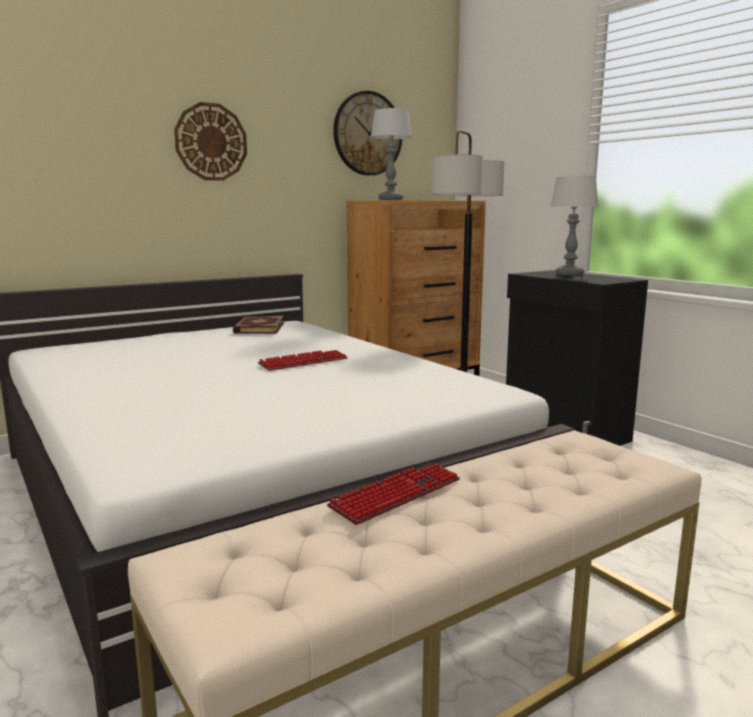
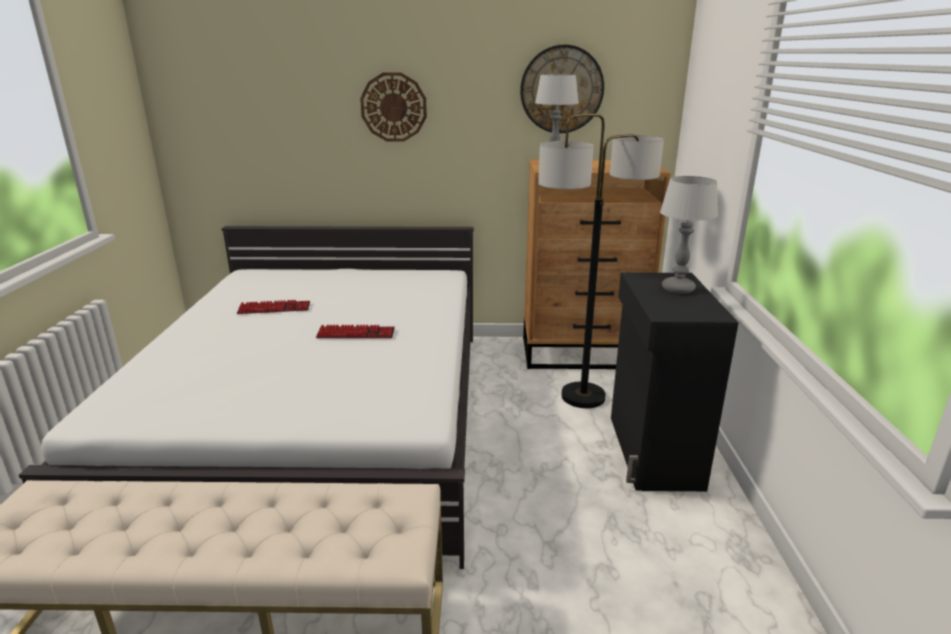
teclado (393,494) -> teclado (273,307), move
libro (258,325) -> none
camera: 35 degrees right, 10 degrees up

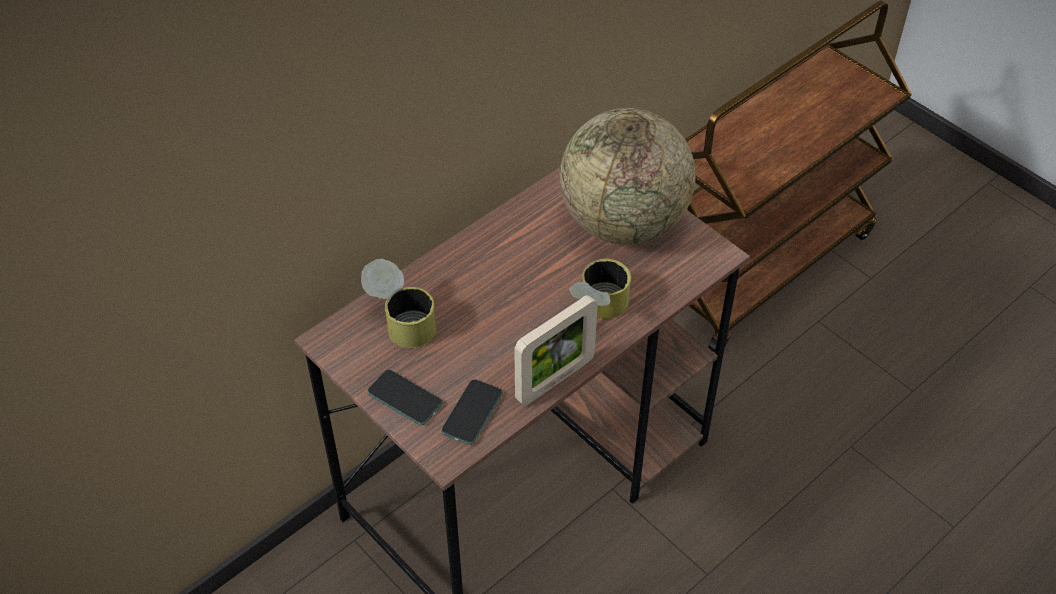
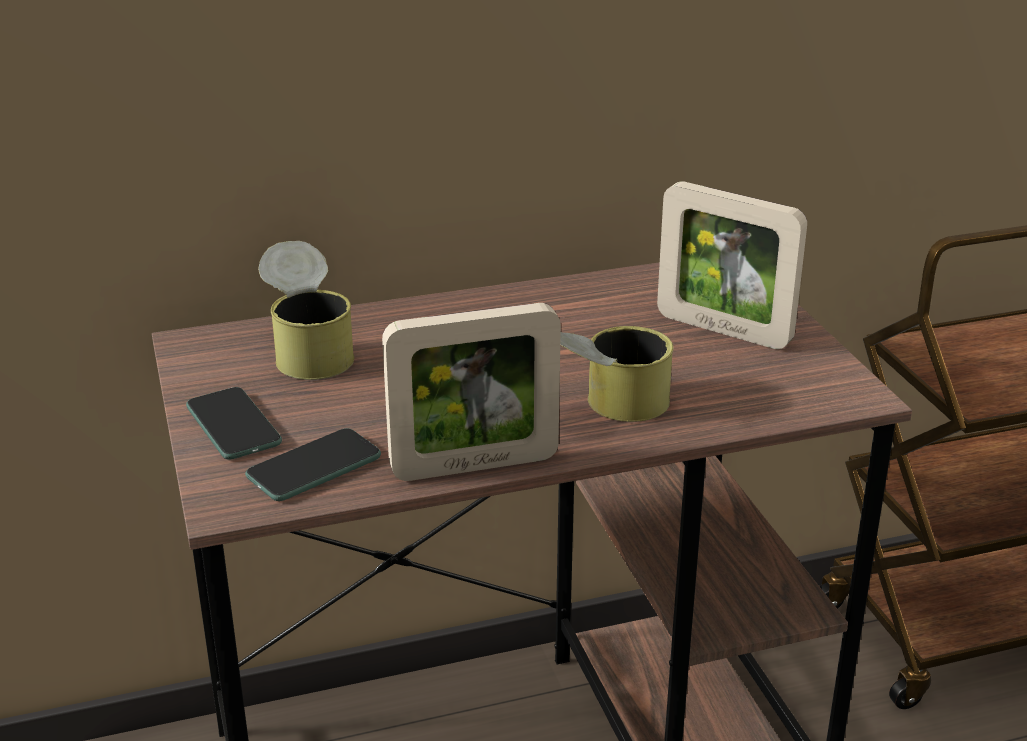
globo terráqueo (628,176) -> portarretratos (732,265)
camera: 25 degrees right, 20 degrees down

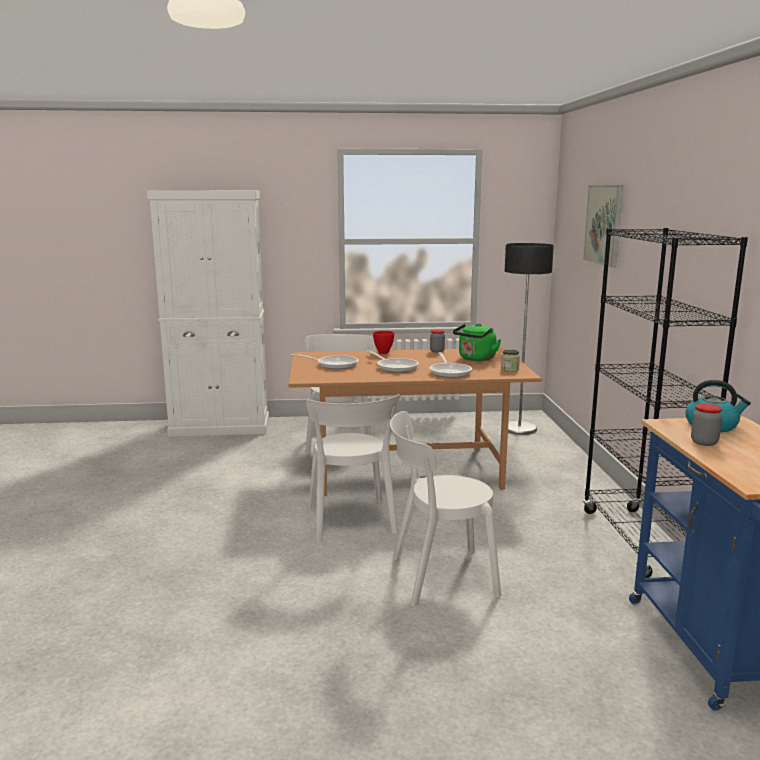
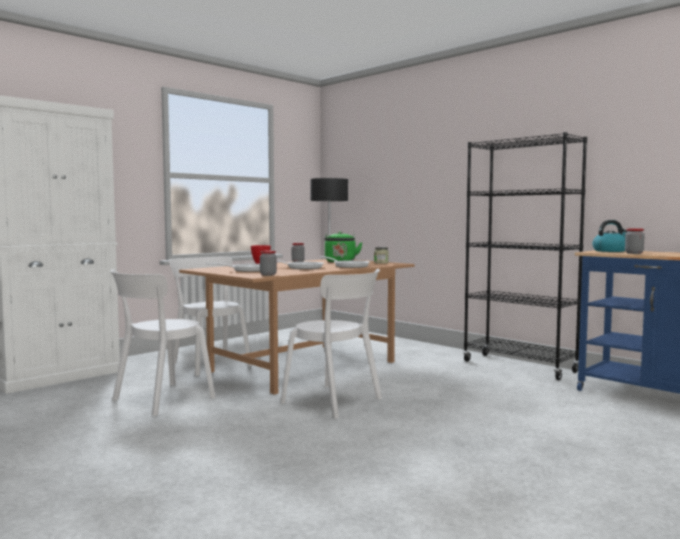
silla (blanco) (445,508) -> silla (blanco) (163,342), move
none -> tarro (268,263)
cuadro (603,226) -> none
camera: 40 degrees left, 10 degrees down

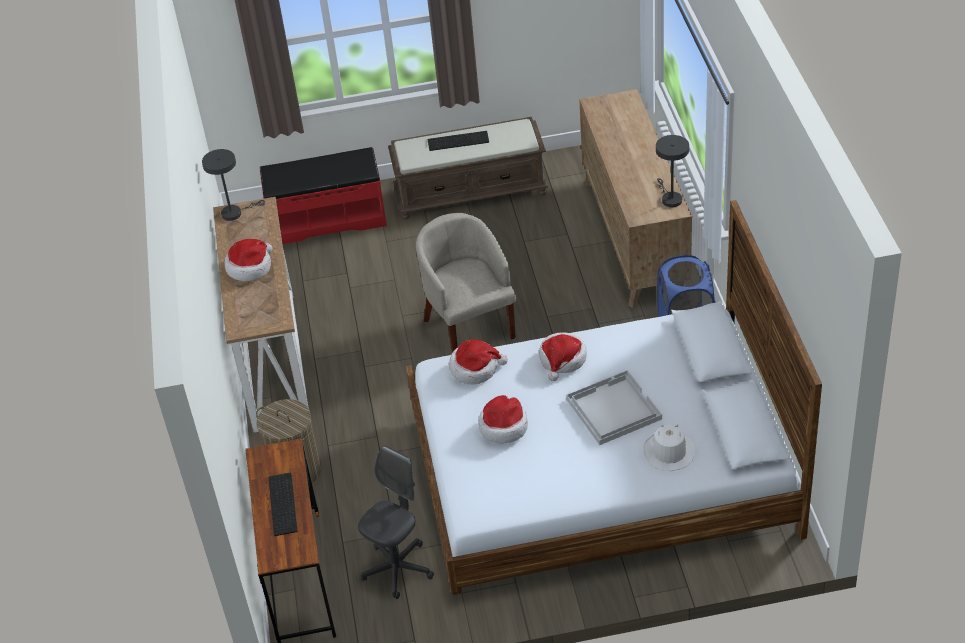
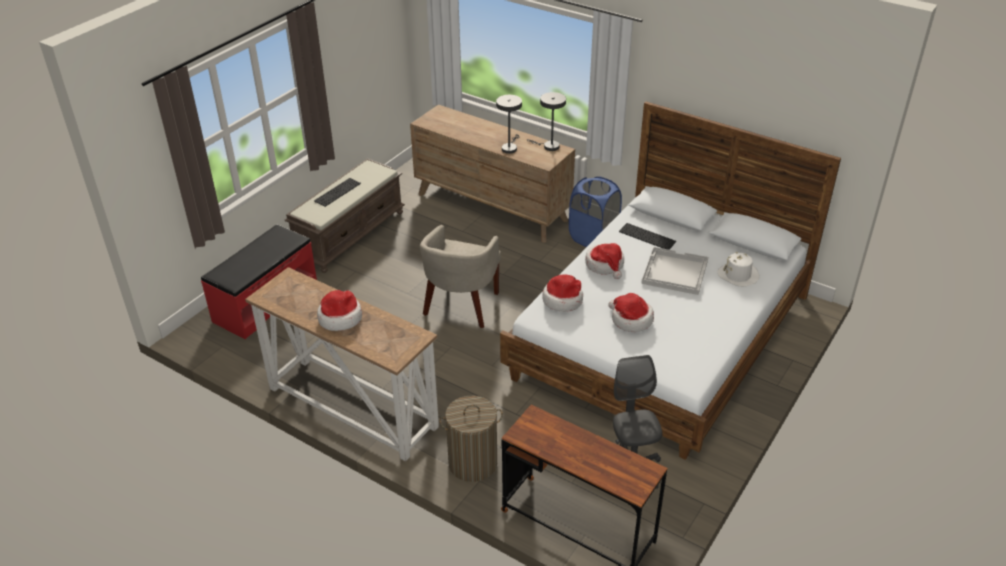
sillón (beis) (466,282) -> sillón (beis) (460,276), 90 degrees counterclockwise
lámpara de mesa (gris) (233,185) -> lámpara de mesa (gris) (509,124), move
teclado (283,504) -> teclado (647,236), move
camera: 50 degrees left, 5 degrees down

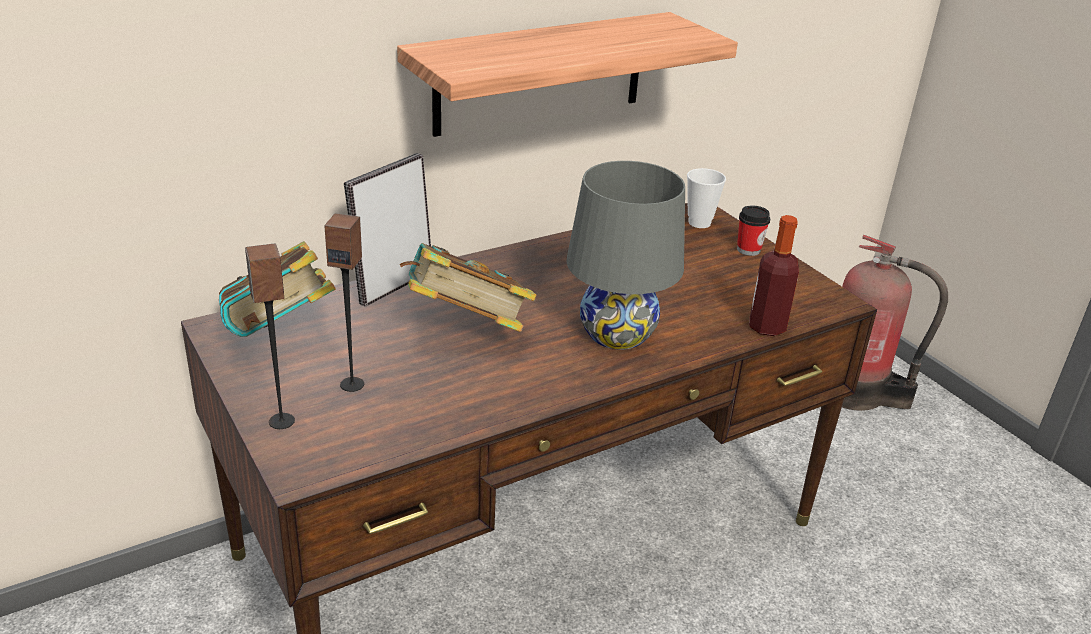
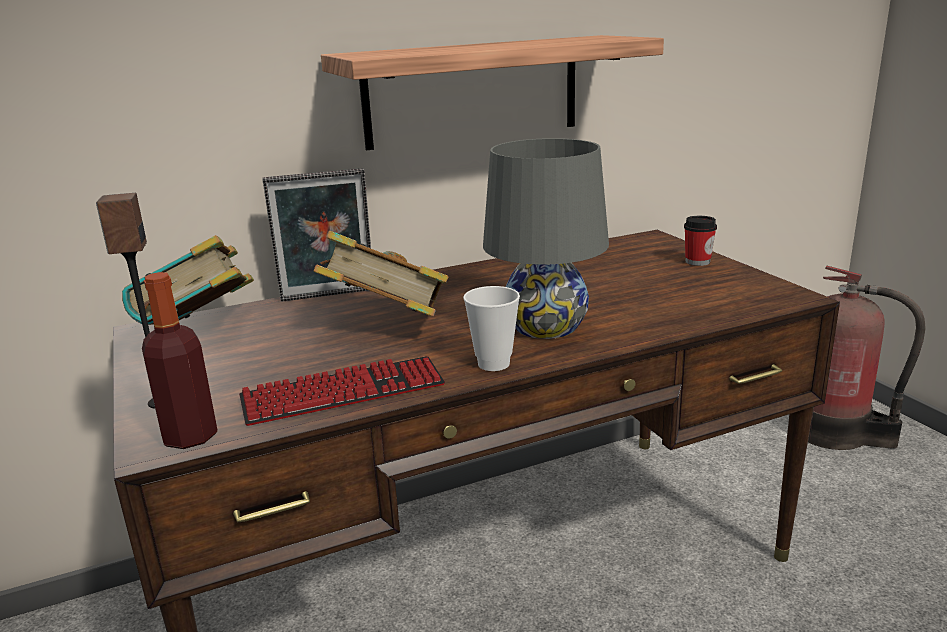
botella (774,275) -> botella (180,360), move
none -> teclado (342,391)
portarretratos (387,230) -> portarretratos (316,235), 150 degrees counterclockwise
taza (706,198) -> taza (491,328), move
altavoz (344,302) -> none
camera: 10 degrees right, 10 degrees down

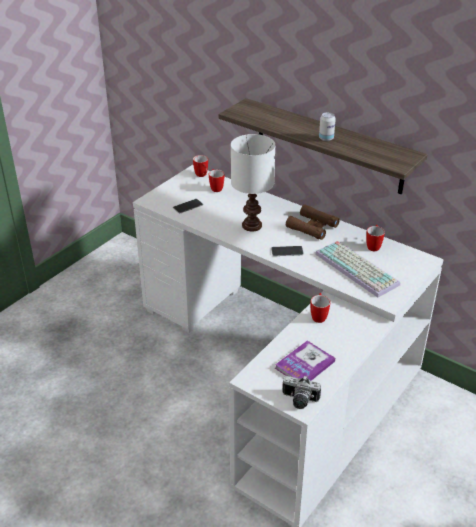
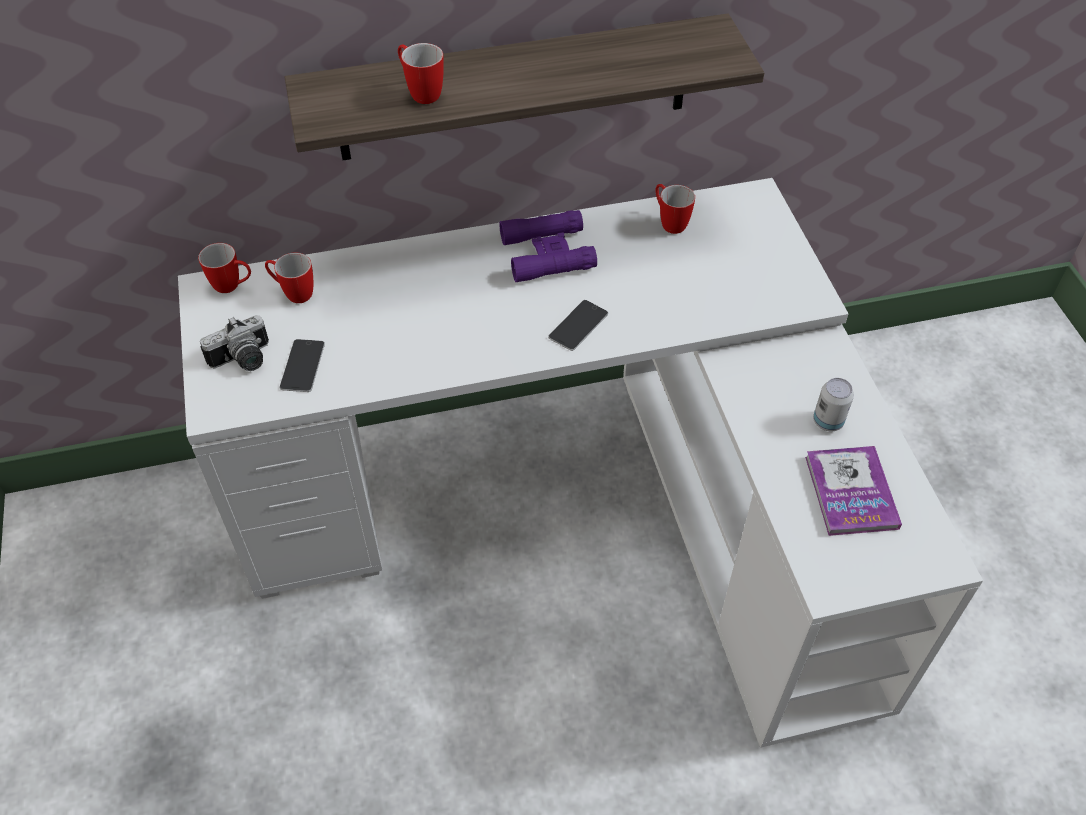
cámara (302,392) -> cámara (234,343), move
taza grande (320,308) -> taza grande (421,73), move
prismáticos (marrón) (313,222) -> prismáticos (morado) (548,246)
lata (327,126) -> lata (833,404), move
lámpara de mesa (blanco) (253,183) -> none
teclado (357,269) -> none
camera: 50 degrees left, 15 degrees up

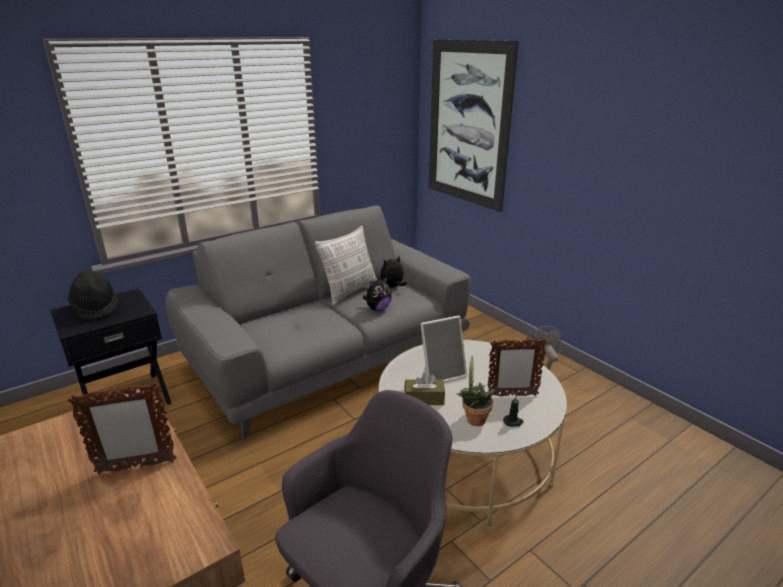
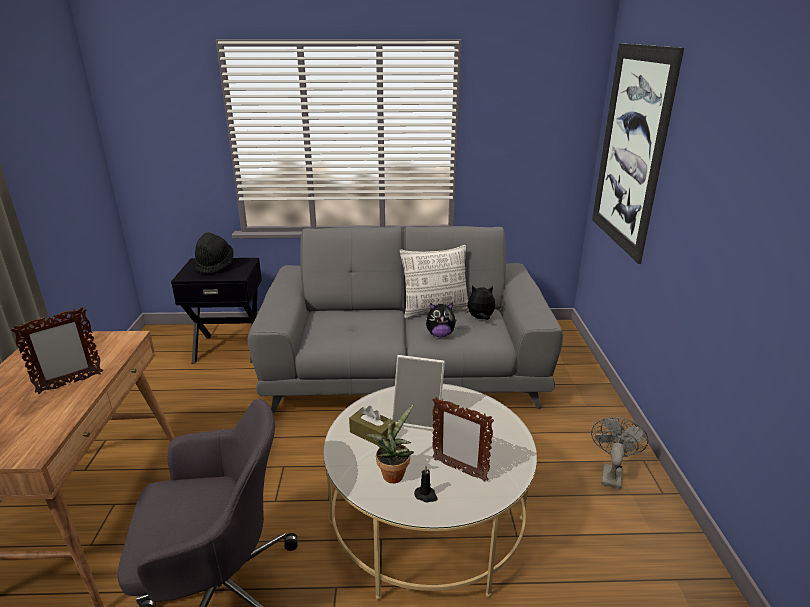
portarretratos (122,428) -> portarretratos (57,350), 60 degrees counterclockwise
camera: 35 degrees right, 0 degrees up

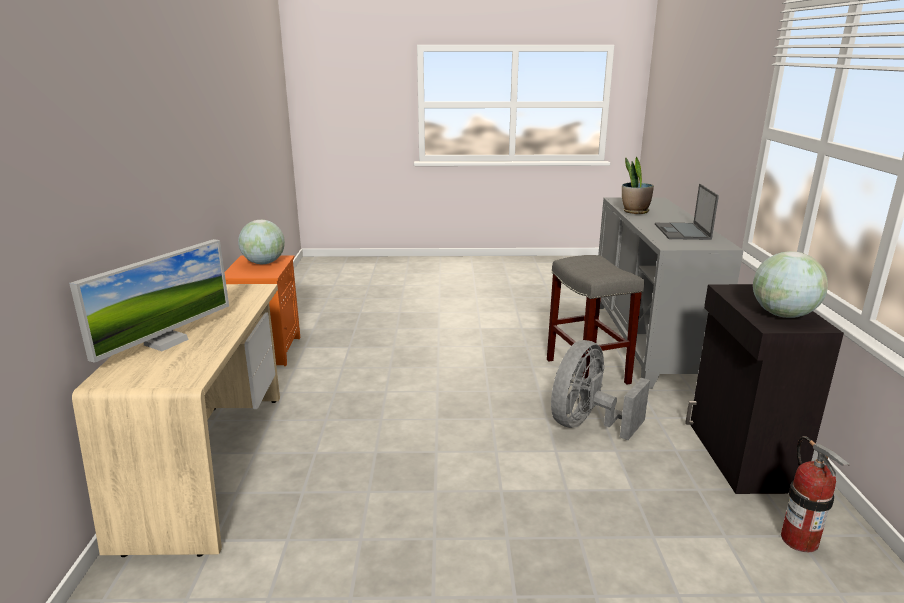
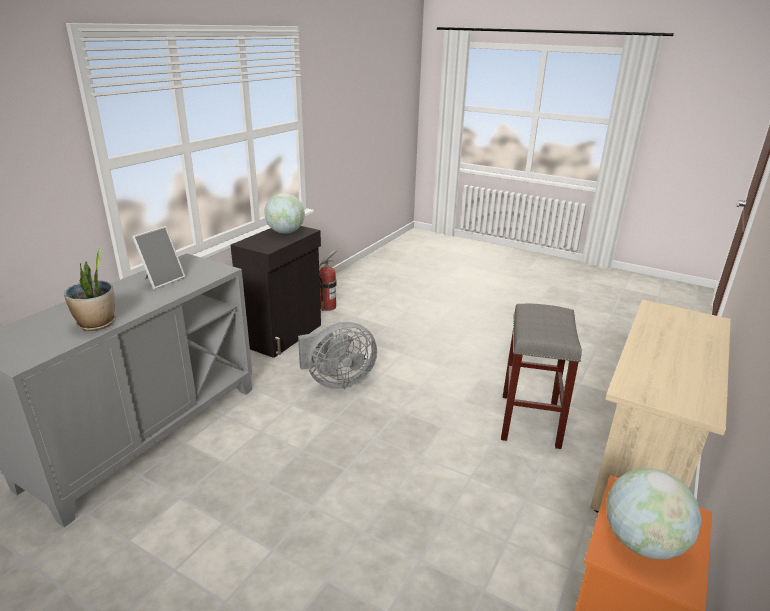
portátil (687,212) -> portarretratos (158,257)
taburete (gris) (595,320) -> taburete (gris) (541,376), move
monitor (149,301) -> none
camera: 150 degrees left, 5 degrees up

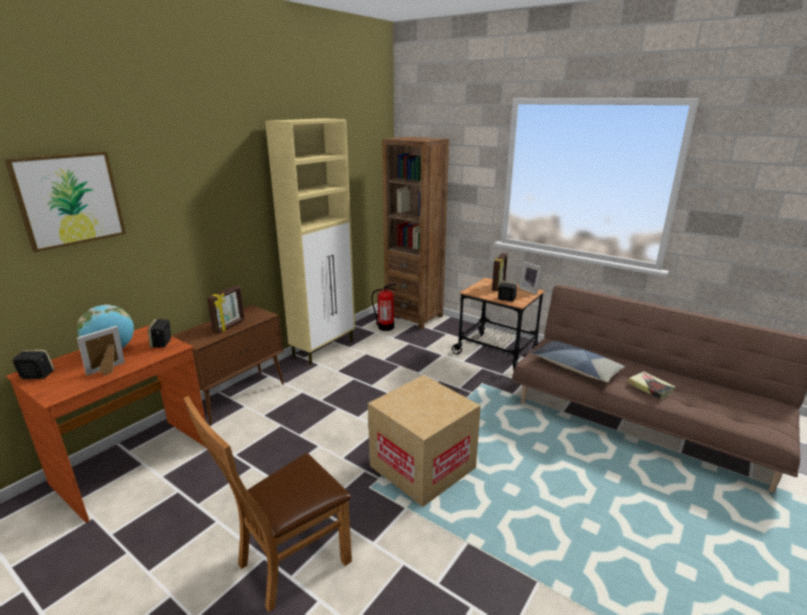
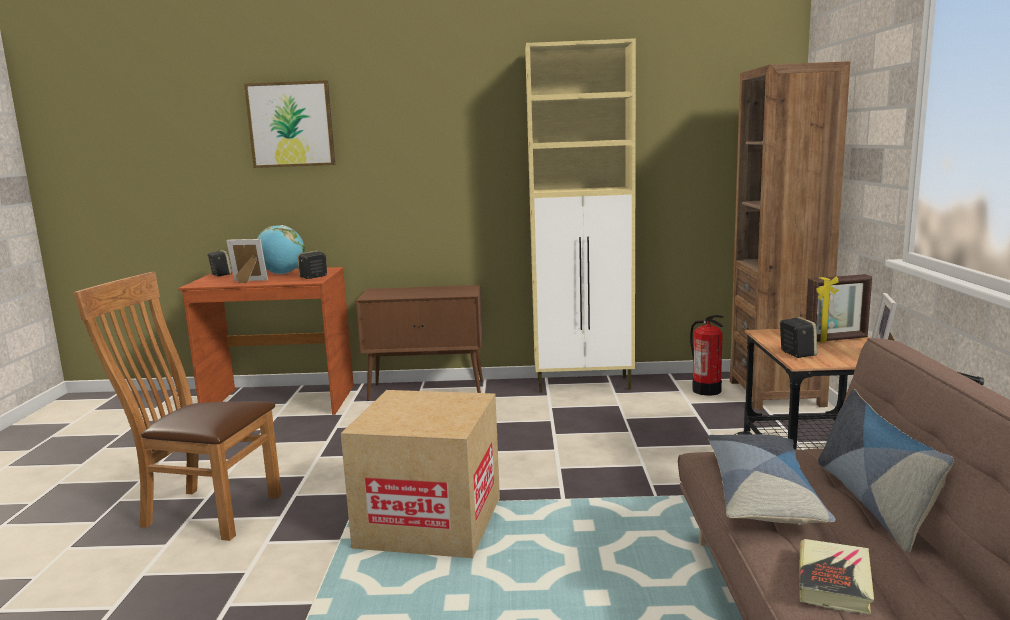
none -> cojín (886,471)
portarretratos (226,309) -> none
camera: 55 degrees right, 10 degrees down

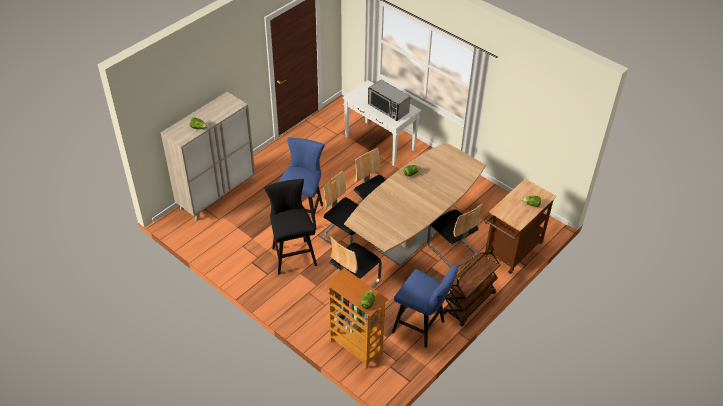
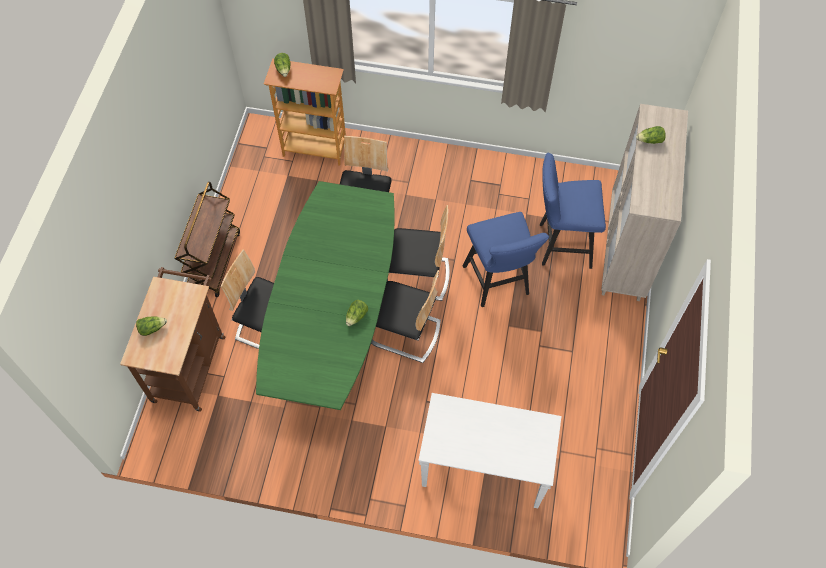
mesa de comedor (marrón) (415,204) -> mesa de comedor (verde) (325,295)
taburete (azul) (425,306) -> taburete (azul) (573,211), move
taburete (negro) (290,227) -> none
microondas (389,100) -> none
camera: 150 degrees right, 15 degrees up

